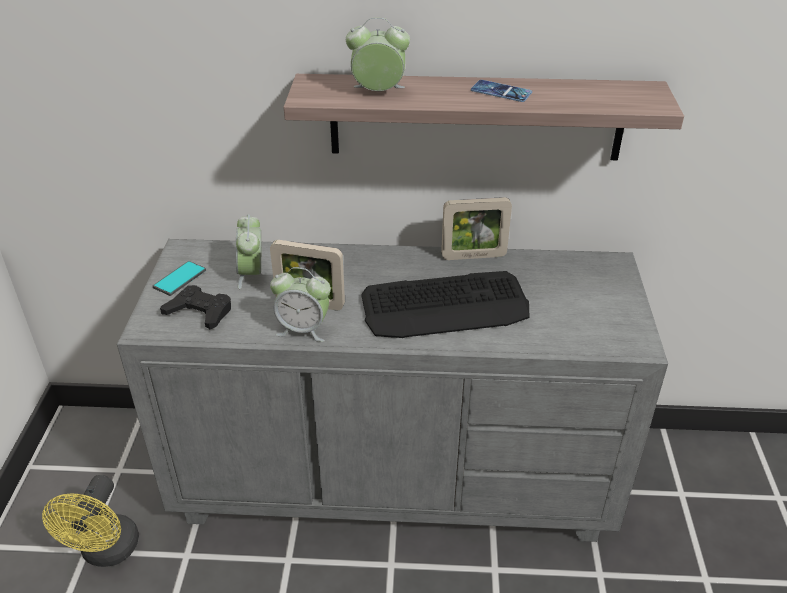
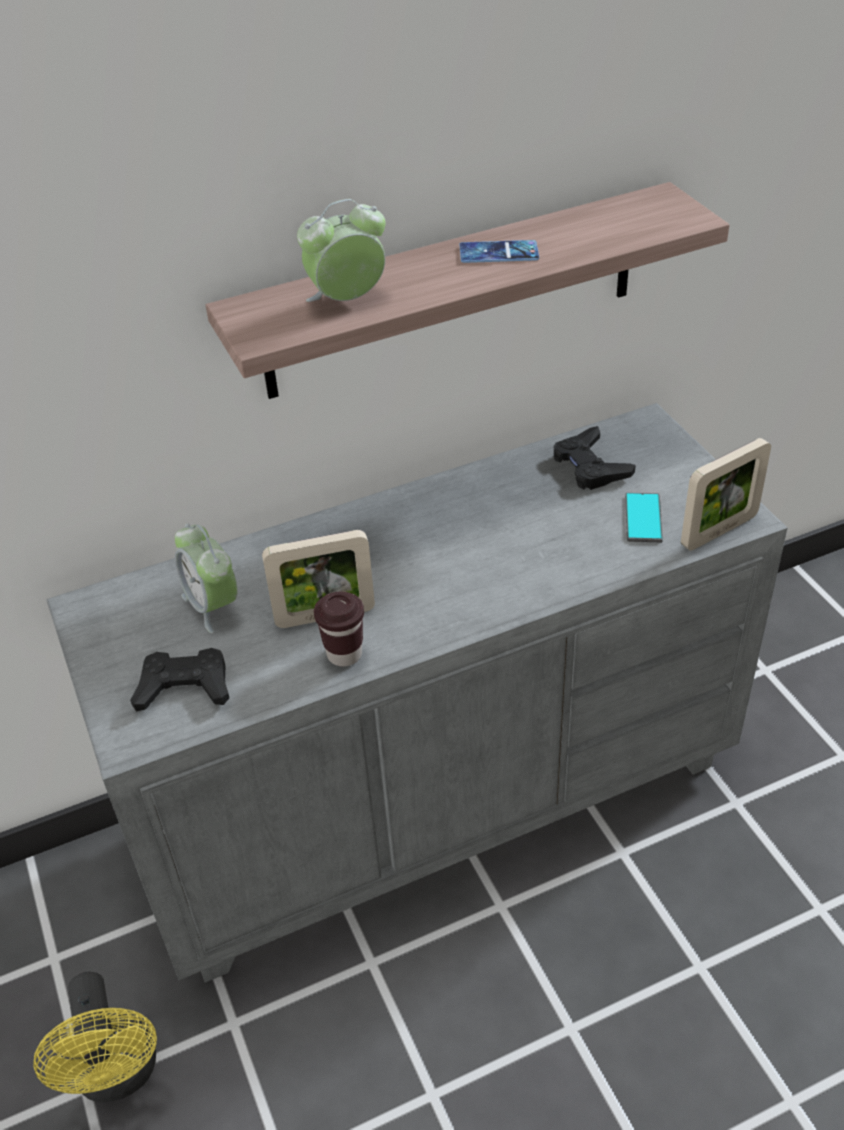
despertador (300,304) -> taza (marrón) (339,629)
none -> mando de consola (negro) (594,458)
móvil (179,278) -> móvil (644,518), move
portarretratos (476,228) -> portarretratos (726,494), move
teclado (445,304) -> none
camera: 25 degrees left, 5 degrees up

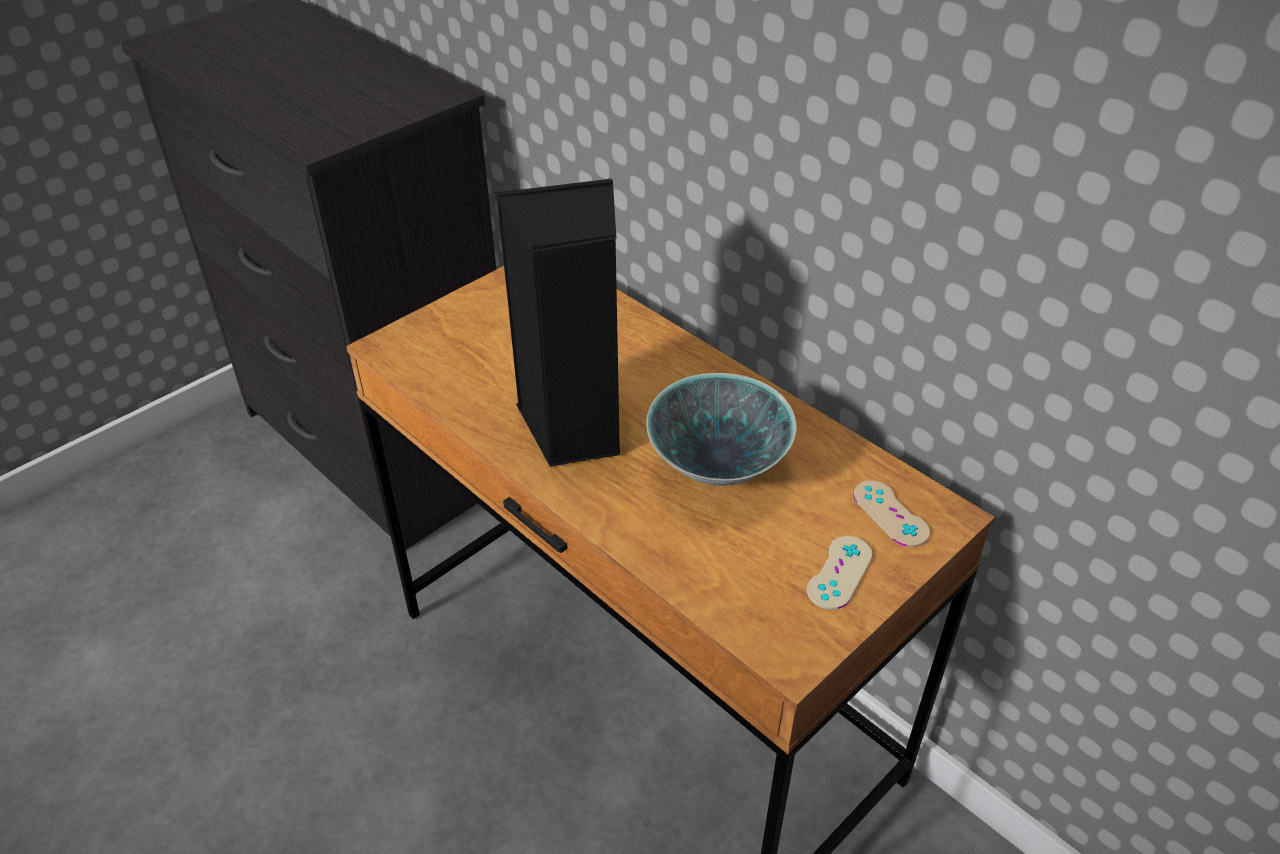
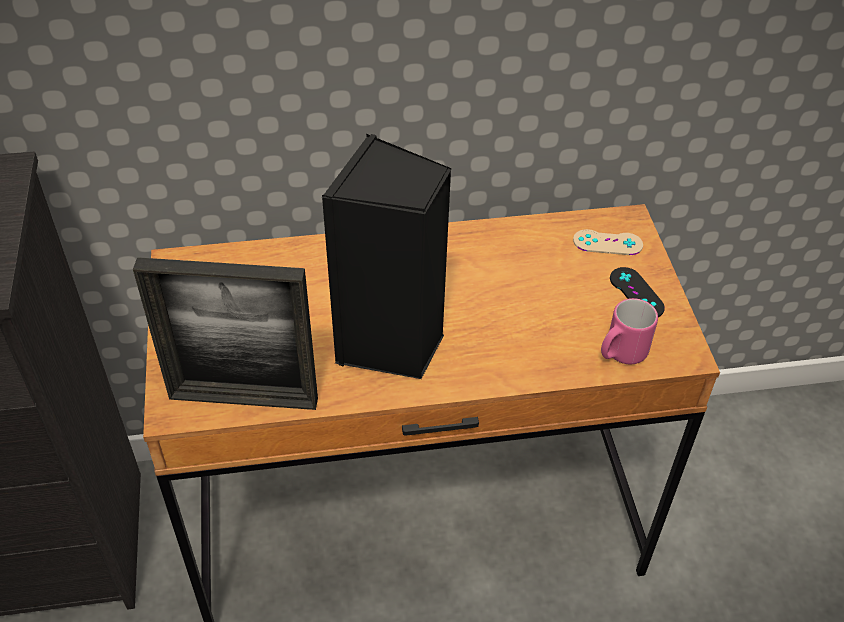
none -> portarretratos (225,333)
none -> taza grande (rosa) (629,331)
mando de consola (beis) (840,573) -> mando de consola (negro) (637,292)
cuenco (721,429) -> none
camera: 55 degrees left, 5 degrees up

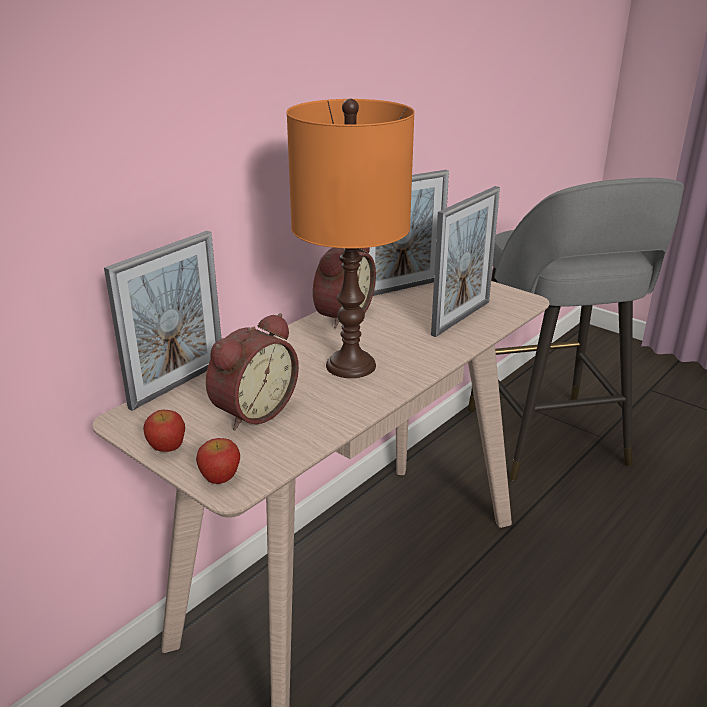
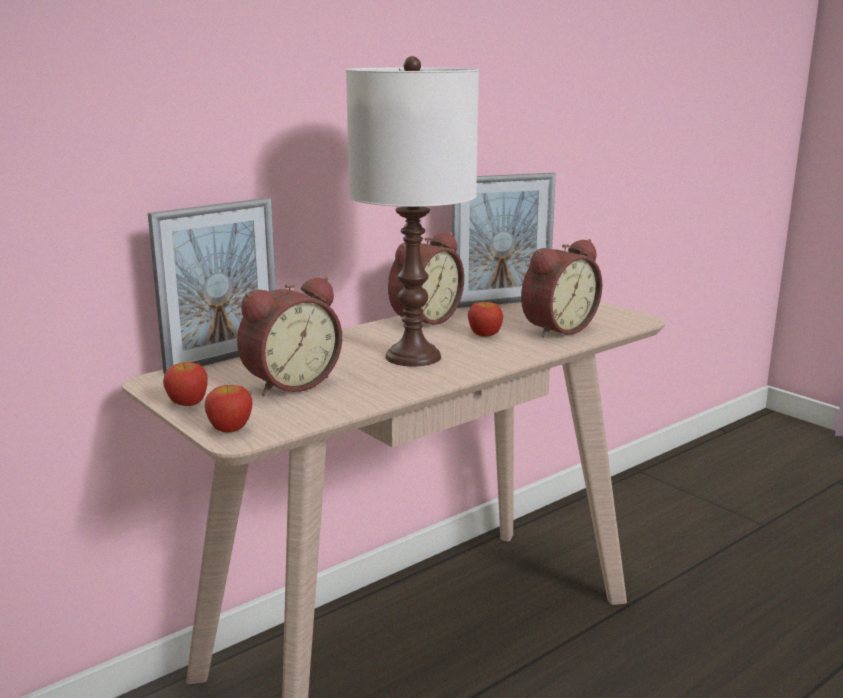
lámpara de mesa (naranja) (351,238) -> lámpara de mesa (blanco) (412,211)
none -> manzana (485,319)
portarretratos (465,261) -> despertador (561,288)
taburete (gris) (576,329) -> none
camera: 10 degrees right, 10 degrees down

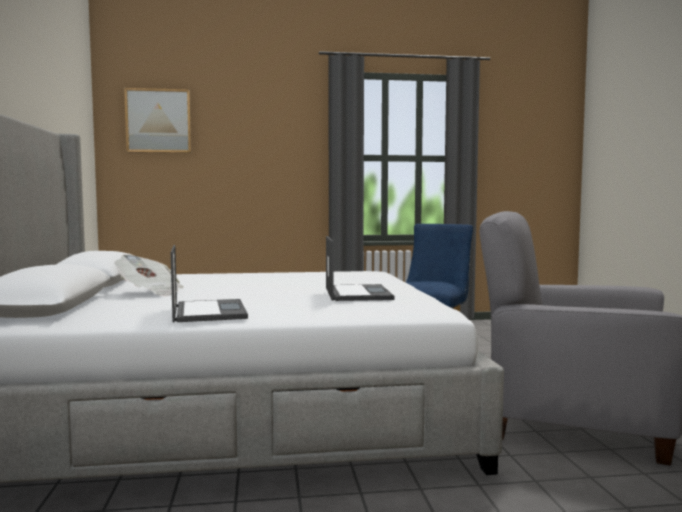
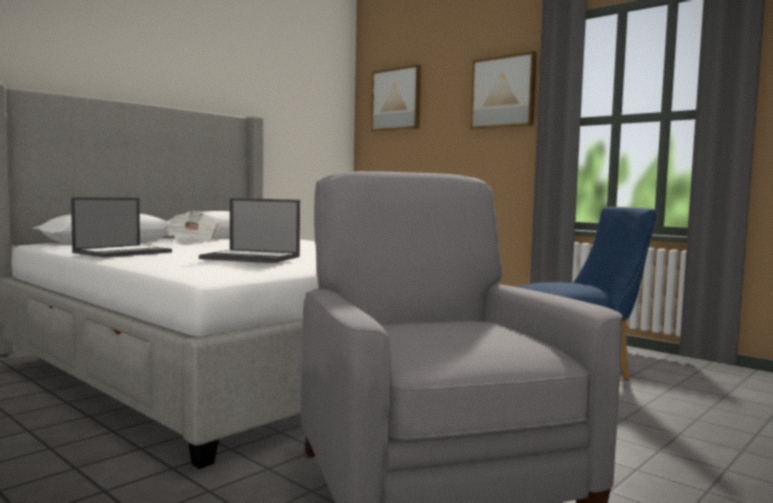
portátil (360,268) -> portátil (249,230), 60 degrees clockwise
none -> cuadro (503,90)
camera: 50 degrees right, 0 degrees up

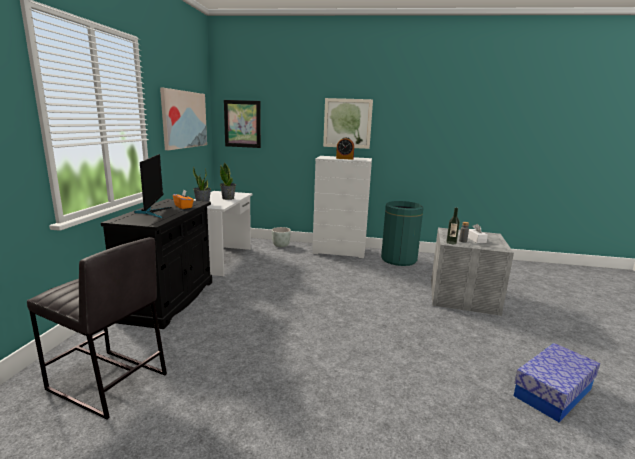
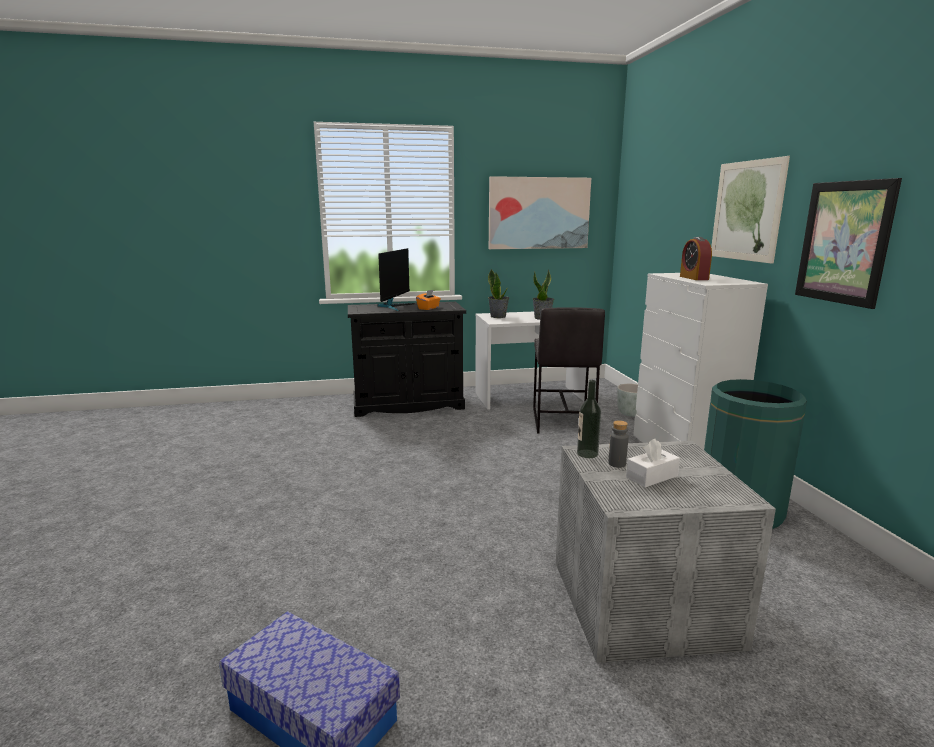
monitor (153,186) -> monitor (396,279), 45 degrees counterclockwise
taburete (gris) (97,328) -> taburete (gris) (569,370), move
cuadro (242,124) -> cuadro (848,243), move
camera: 70 degrees right, 0 degrees up

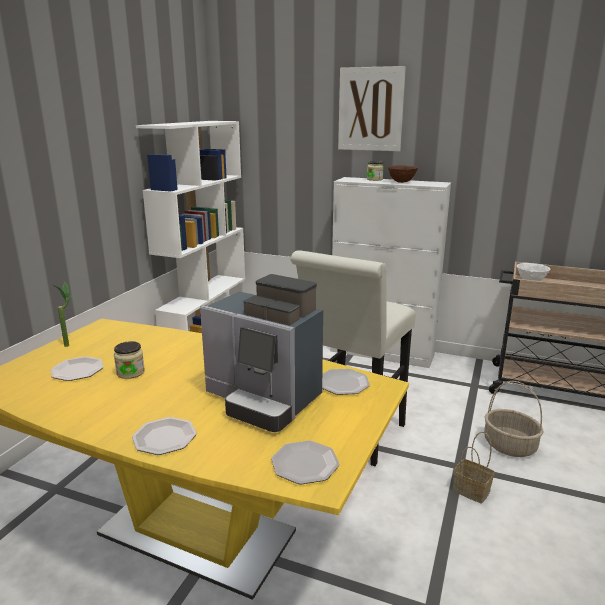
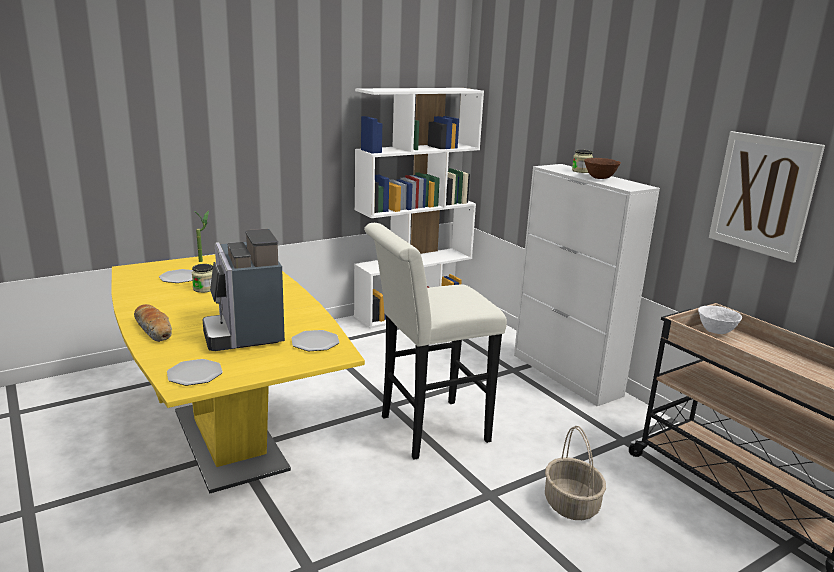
plato (164,436) -> pan (153,323)
cuadro (372,108) -> cuadro (767,197), move
cesta (474,467) -> none
camera: 35 degrees right, 0 degrees up

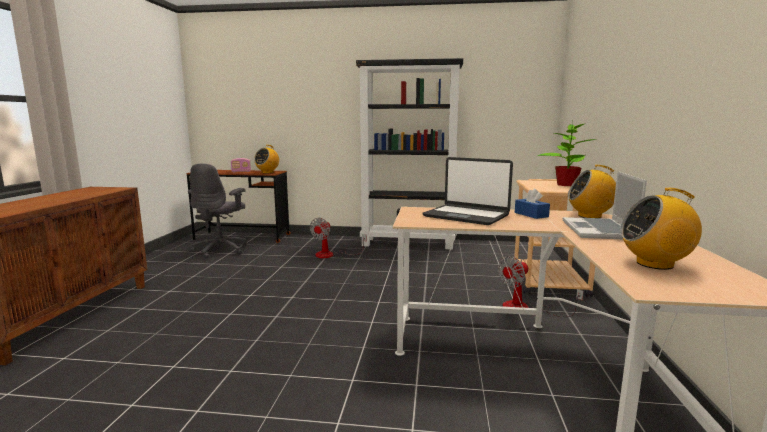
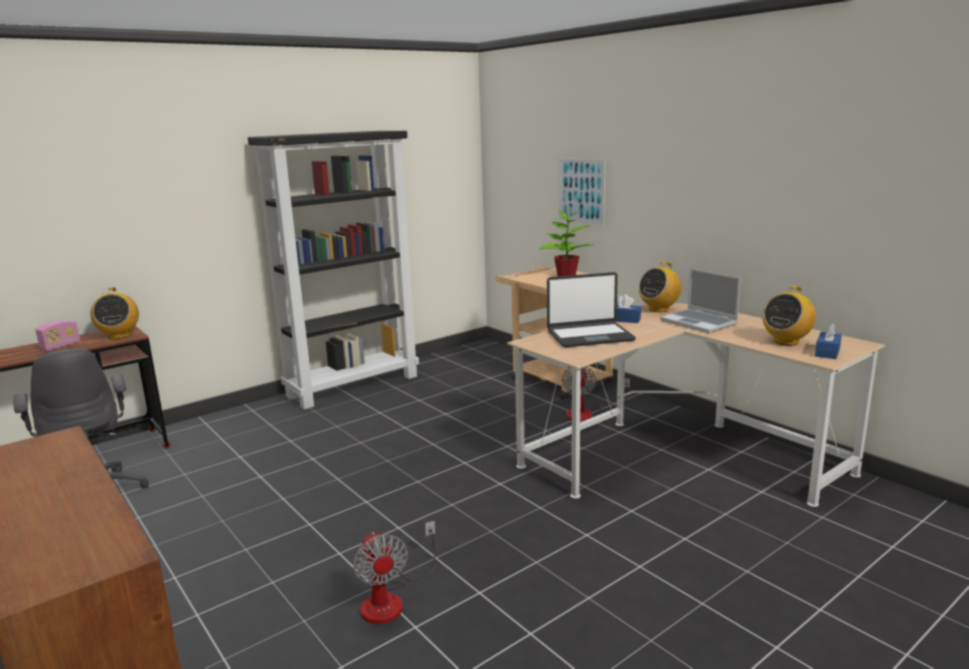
ventilador (338,238) -> ventilador (394,572), move
none -> cuadro (582,191)
none -> caja de pañuelos (azul) (828,341)
camera: 45 degrees left, 5 degrees up

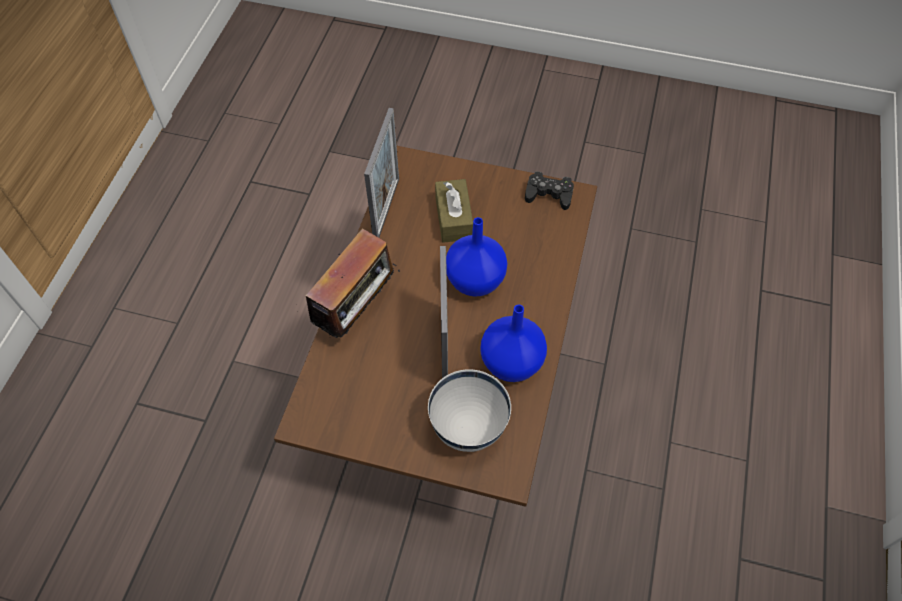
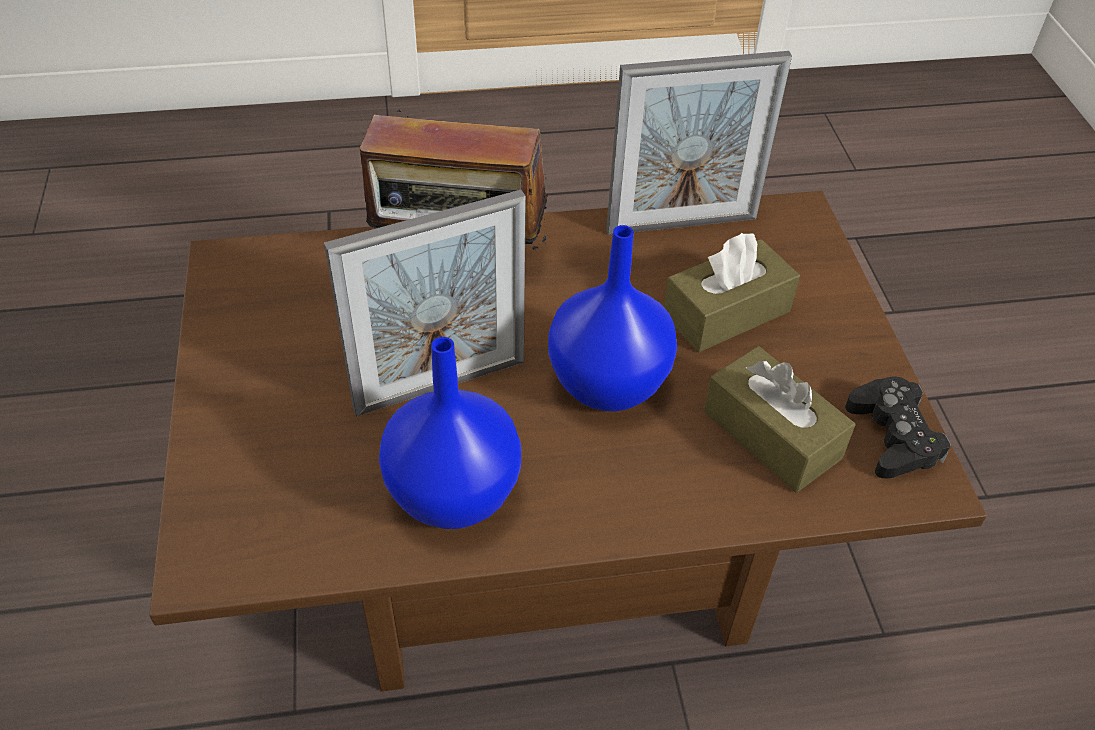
none -> caja de pañuelos (marrón) (779,419)
cuenco (blanco) (469,410) -> none
camera: 65 degrees right, 10 degrees down

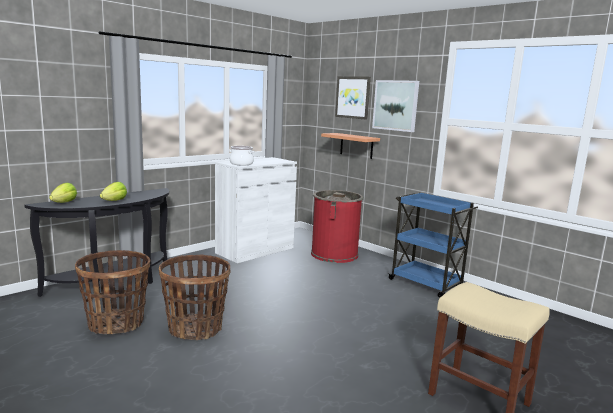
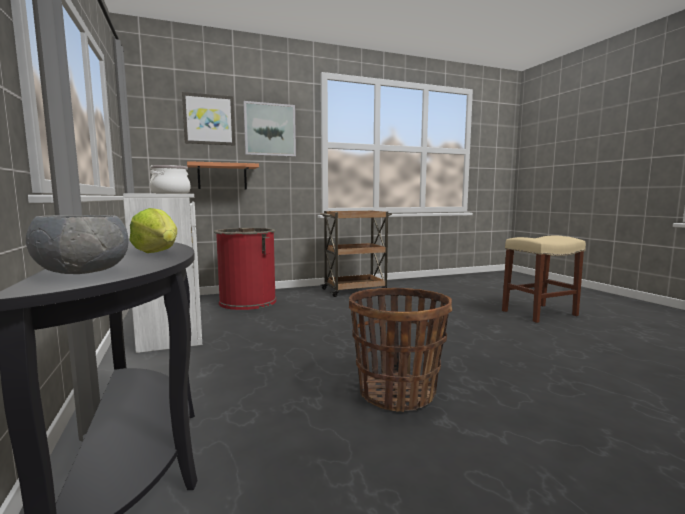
lechuga (63,193) -> cuenco (gris) (77,244)
carrito (azul) (432,245) -> carrito (marrón) (356,253)
cesta (112,292) -> none
camera: 65 degrees left, 5 degrees down

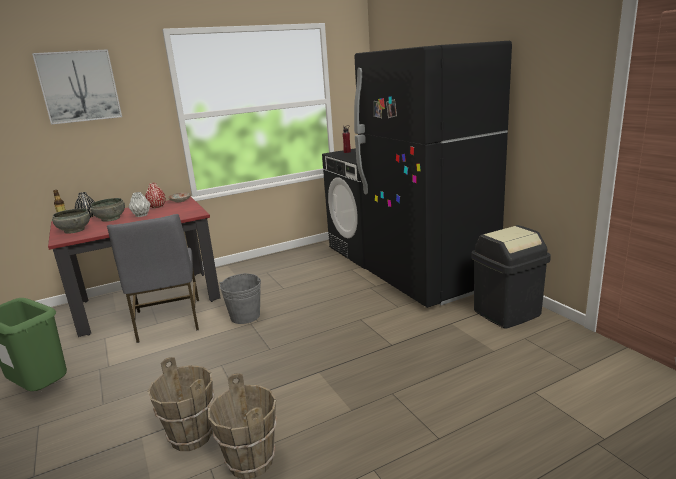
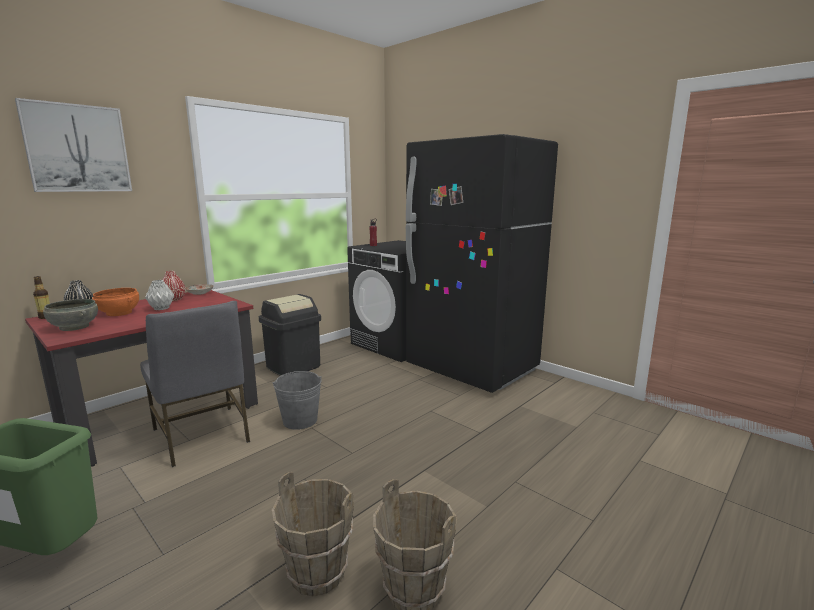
cuenco (gris) (107,210) -> cuenco (naranja) (115,302)
papelera (negro) (511,277) -> papelera (negro) (290,335), move
camera: 20 degrees left, 5 degrees down

